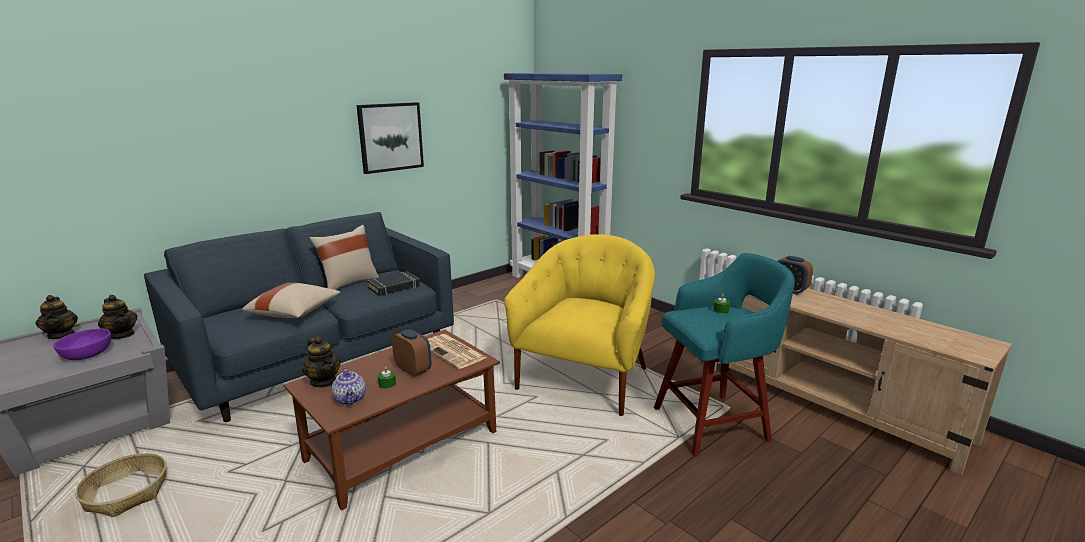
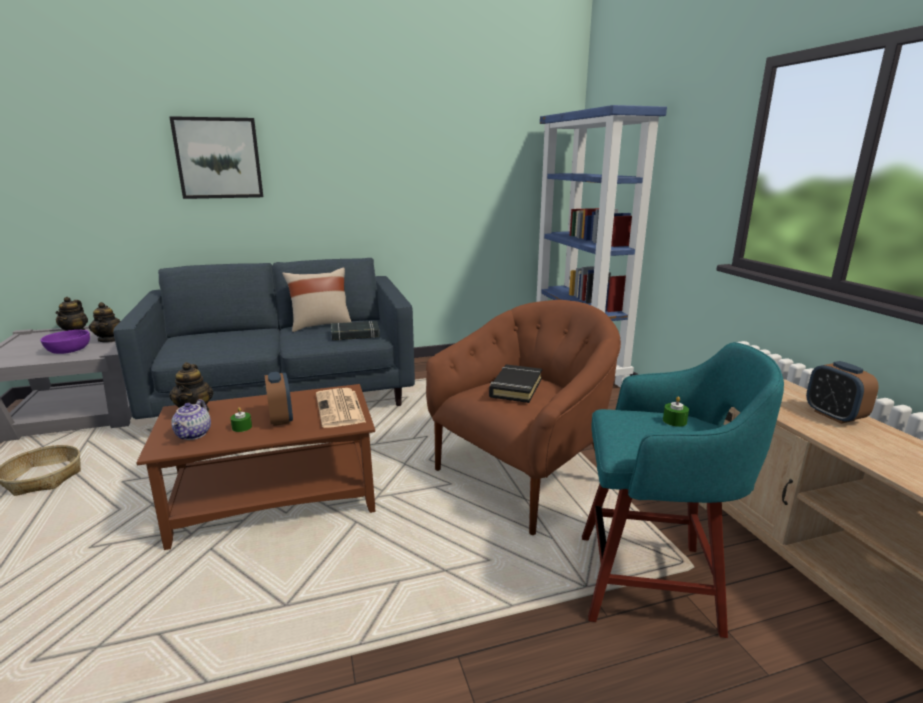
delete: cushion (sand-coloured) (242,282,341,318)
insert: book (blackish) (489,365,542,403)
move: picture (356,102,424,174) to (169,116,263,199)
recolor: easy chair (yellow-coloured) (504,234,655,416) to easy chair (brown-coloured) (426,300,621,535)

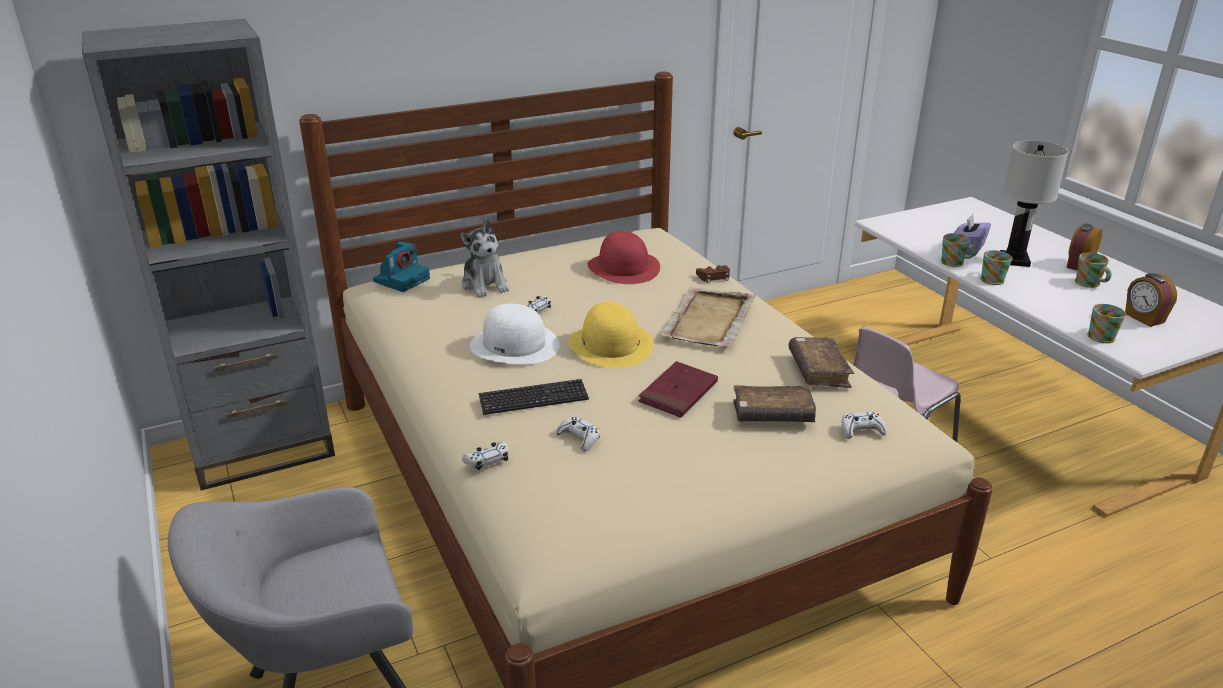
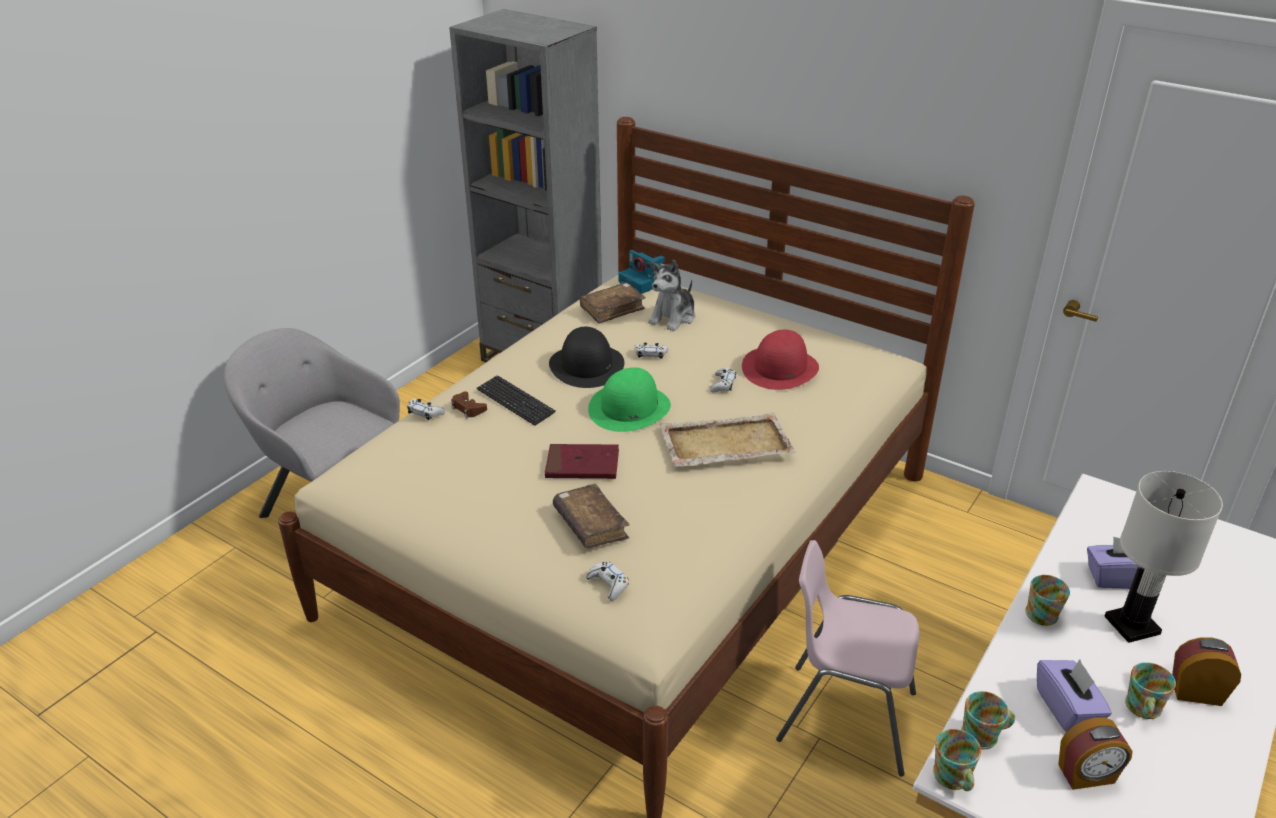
insert: tissue box (purple-coloured) (1037,659,1112,732)
move: gamepad (white-coloured) (556,417,600,451) to (710,368,736,392); gamepad (brown-coloured) (696,265,730,283) to (451,391,487,418); book (brown-coloured) (789,337,854,388) to (580,283,646,324); mug (941,233,976,267) to (933,729,981,791)
recolor: hat (white-coloured) (470,303,560,364) to hat (blackish) (549,327,624,388); hat (yellow-coloured) (568,302,653,368) to hat (greenish) (588,367,671,432)
rotate: still camera (373,241,430,292) = (618,250,665,294) 45 degrees clockwise; bedside clock (1125,273,1177,327) = (1058,718,1133,790) 135 degrees counterclockwise

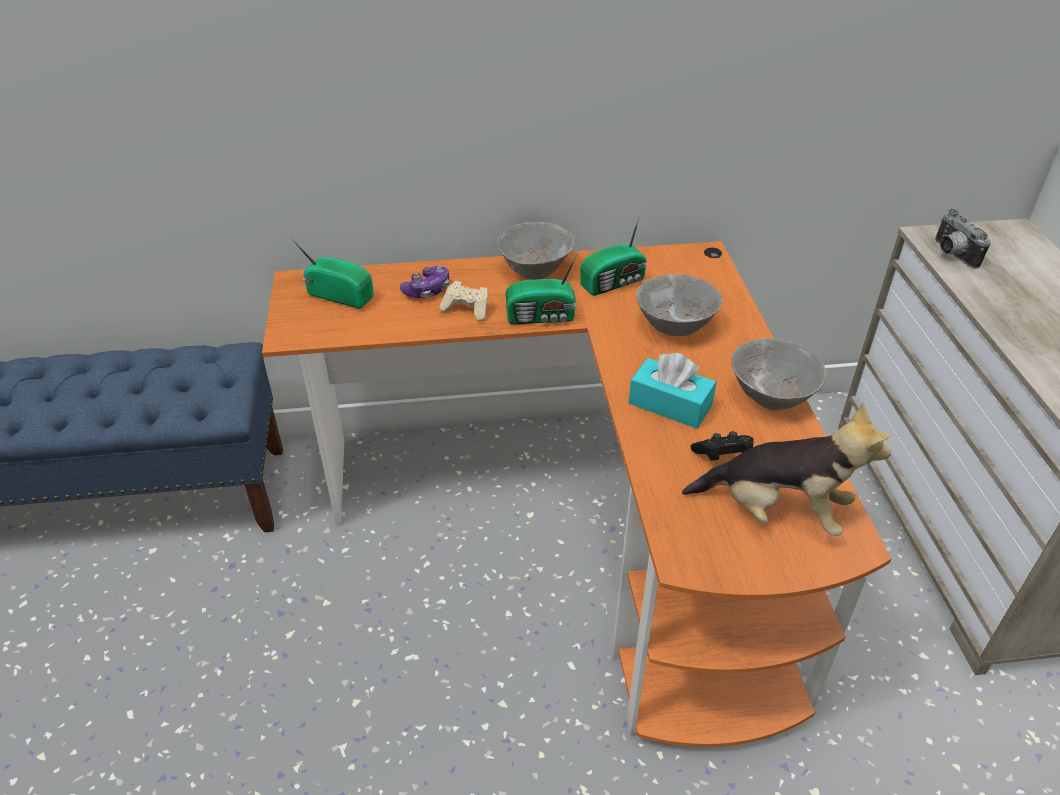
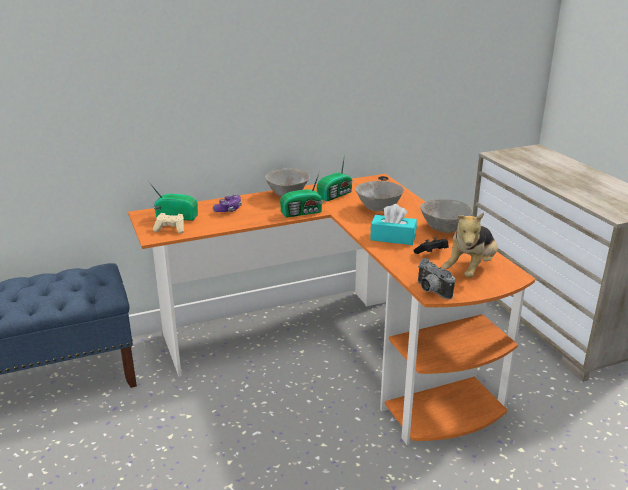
move: gamepad (sand-coloured) (439,281,489,321) to (153,213,184,234); still camera (935,209,991,268) to (418,258,455,299)
rotate: cuddly toy (682,403,891,536) = (442,213,498,278) 120 degrees clockwise

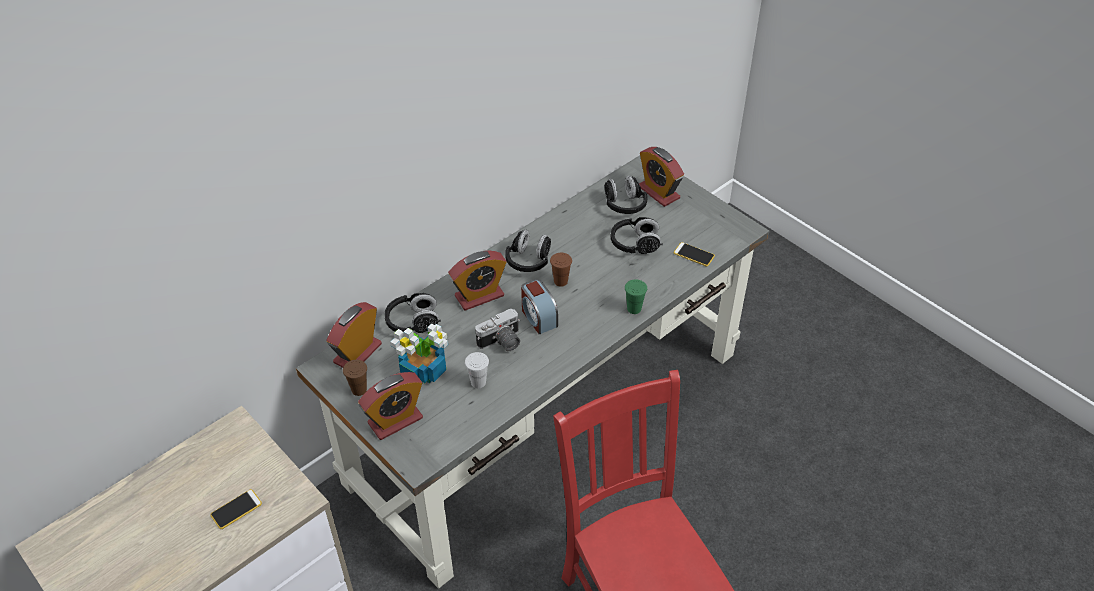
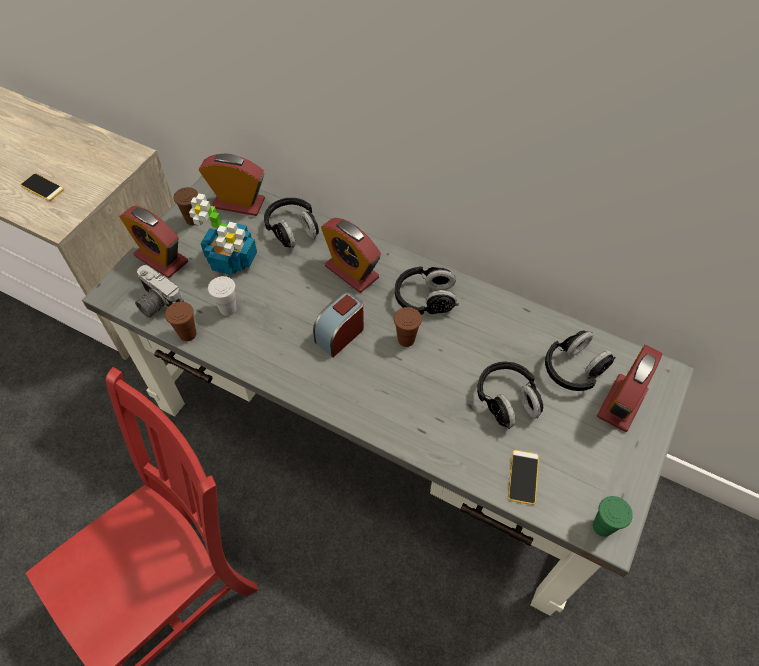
insert: small cup (brown-coloured) (165,302,197,341)
move: still camera (475,309,521,351) to (135,265,184,318); small cup (greenish) (625,280,647,314) to (593,496,633,537)

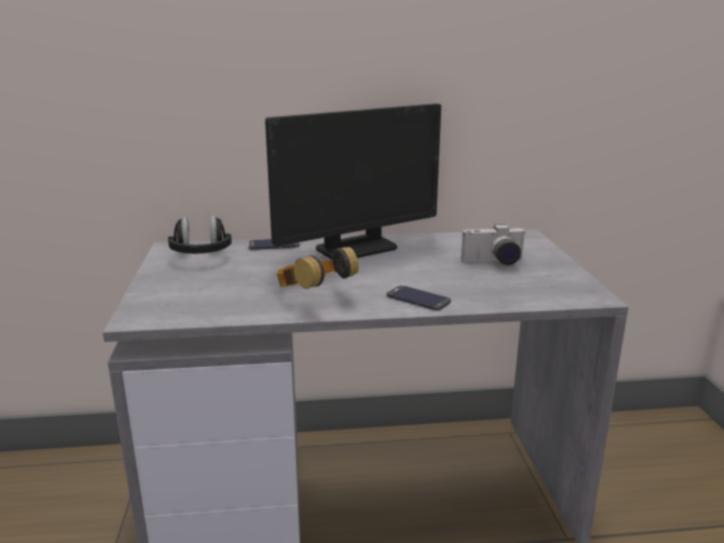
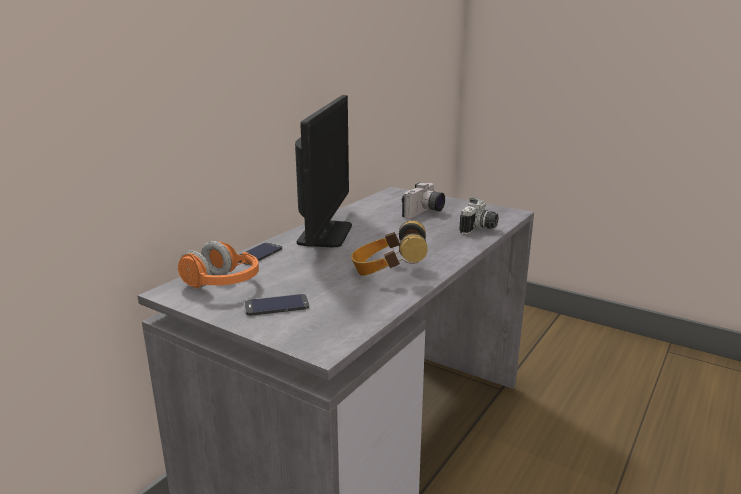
insert: still camera (459,197,499,234)
move: phone (387,285,451,310) to (245,294,309,316)
recolor: pair of headphones (blackish) (168,216,232,254) to pair of headphones (orange-coloured) (178,241,259,289)

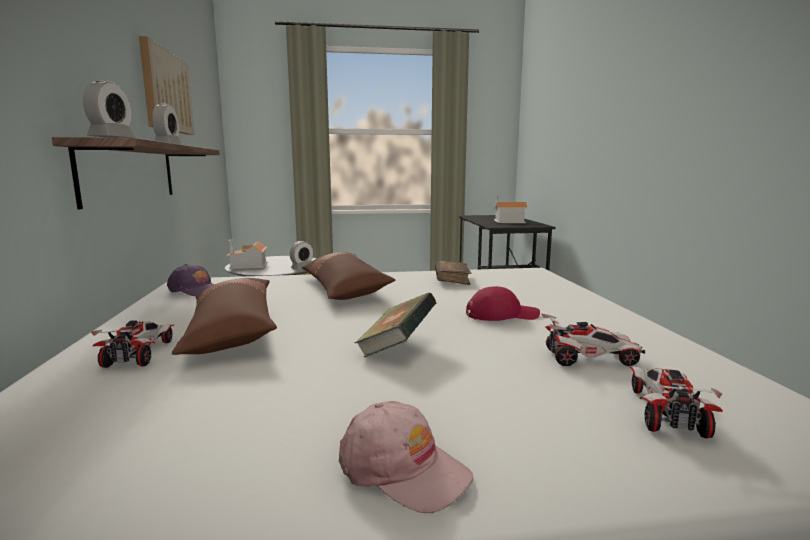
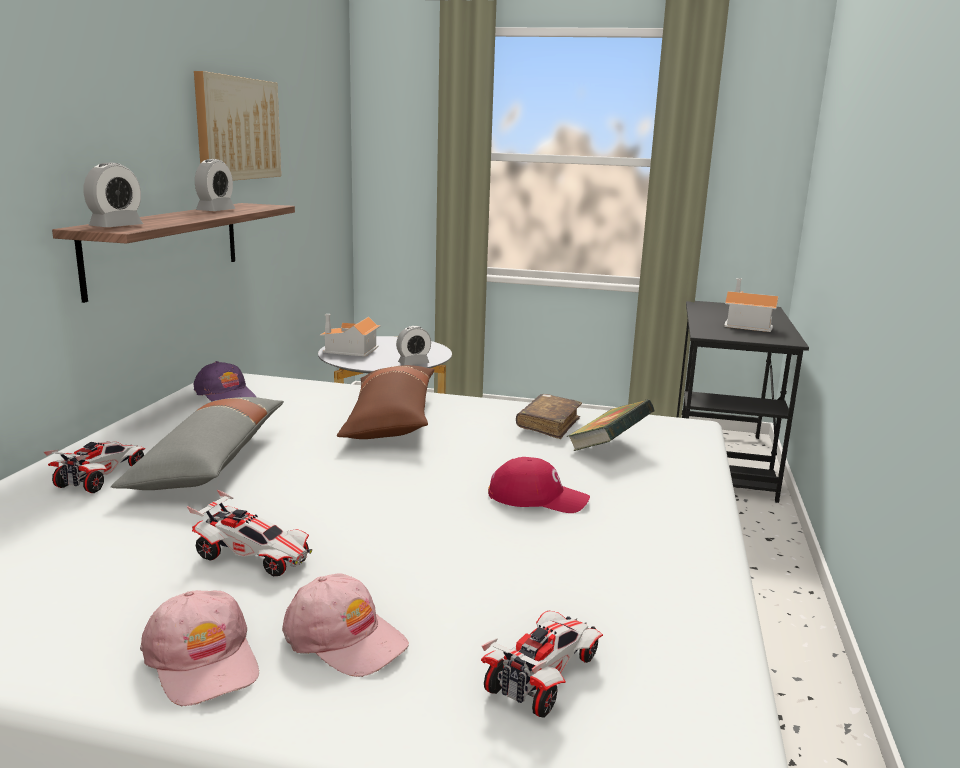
insert: baseball cap (pink-coloured) (282,573,409,677)
move: book (355,293,437,357) to (567,399,655,451); model car (541,313,645,366) to (187,490,312,576)
recolor: cushion (brown-coloured) (172,278,277,355) to cushion (grey) (111,397,283,490)

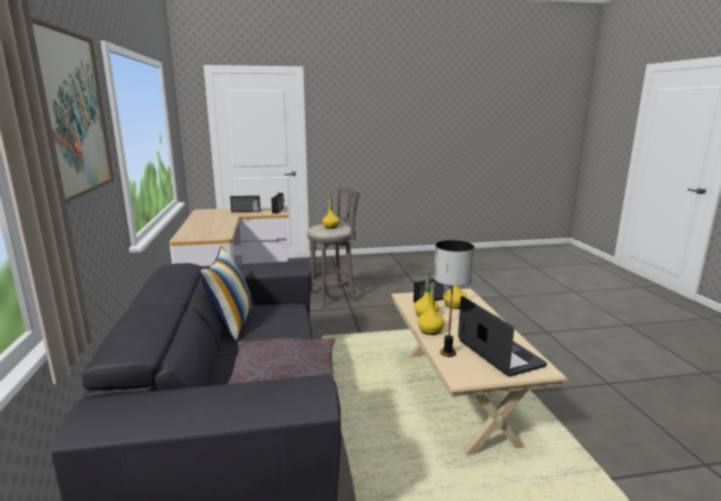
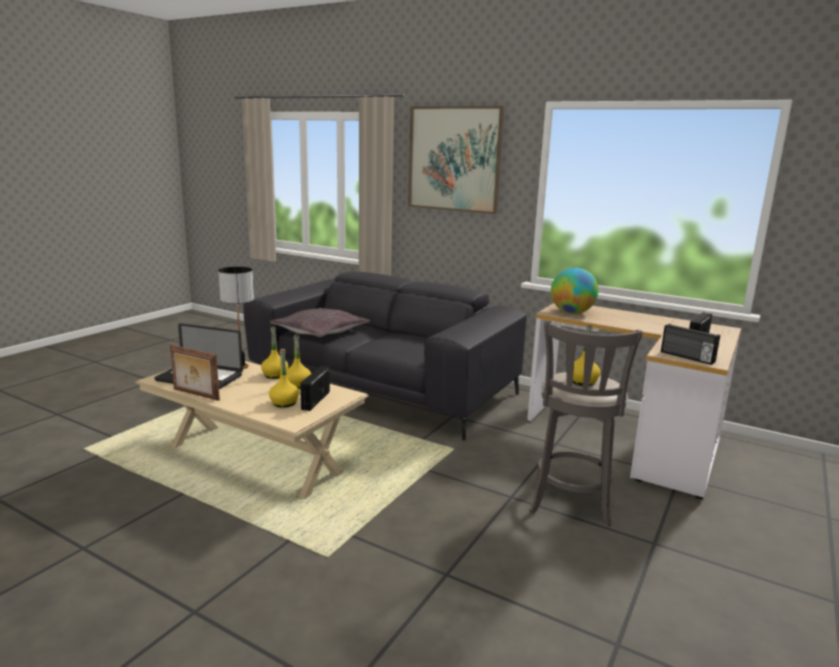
delete: cushion (200,246,251,341)
insert: picture frame (170,345,220,401); globe (551,267,599,314)

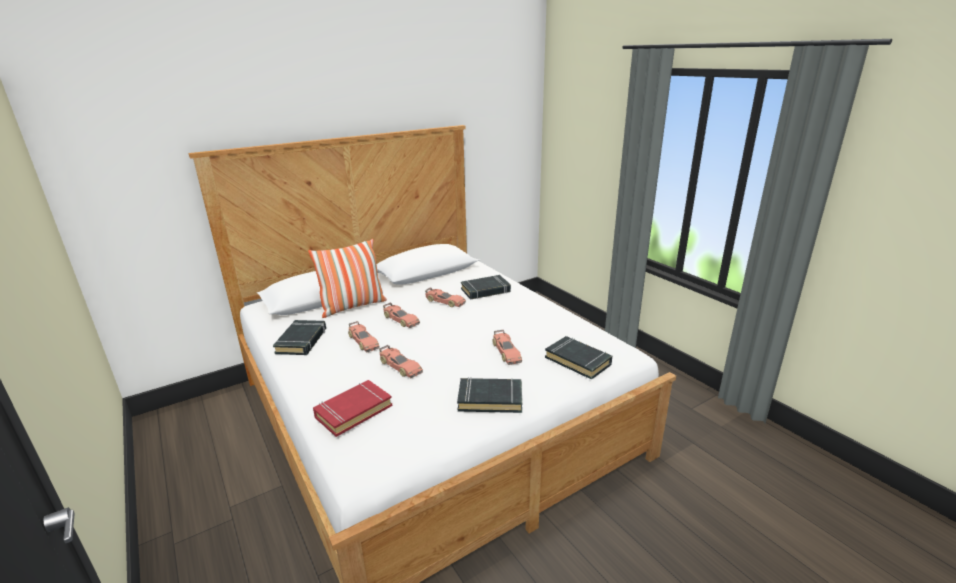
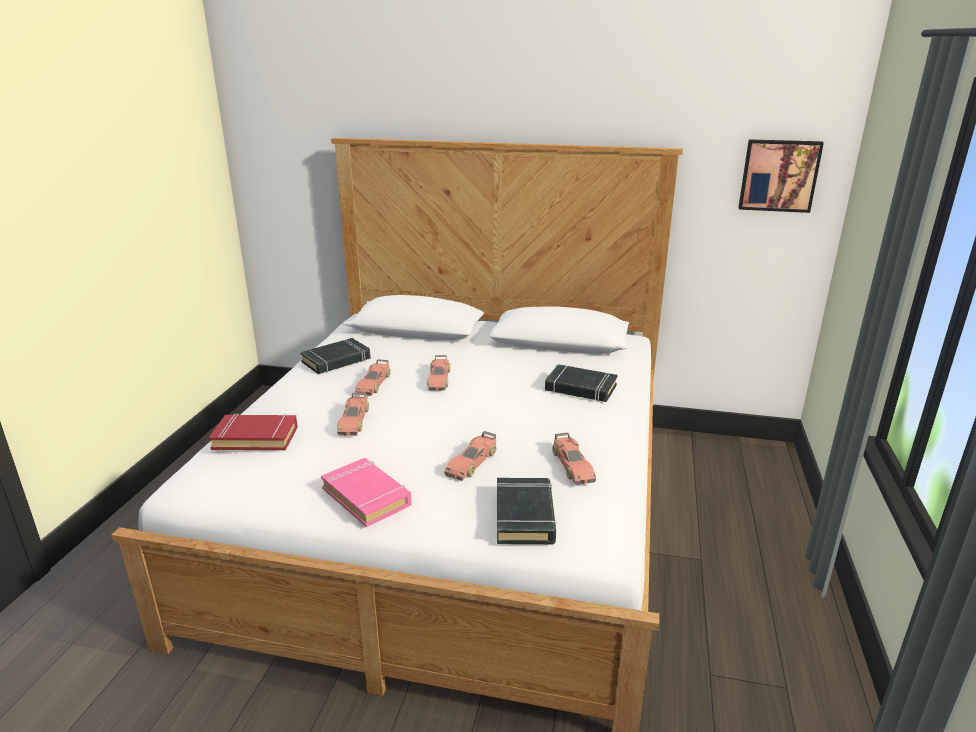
delete: cushion (308,239,387,318)
insert: picture (738,139,824,213)
move: model car (425,287,466,307) to (552,432,596,485)
recolor: book (blackish) (457,377,522,413) to book (pink-coloured) (321,458,412,527)

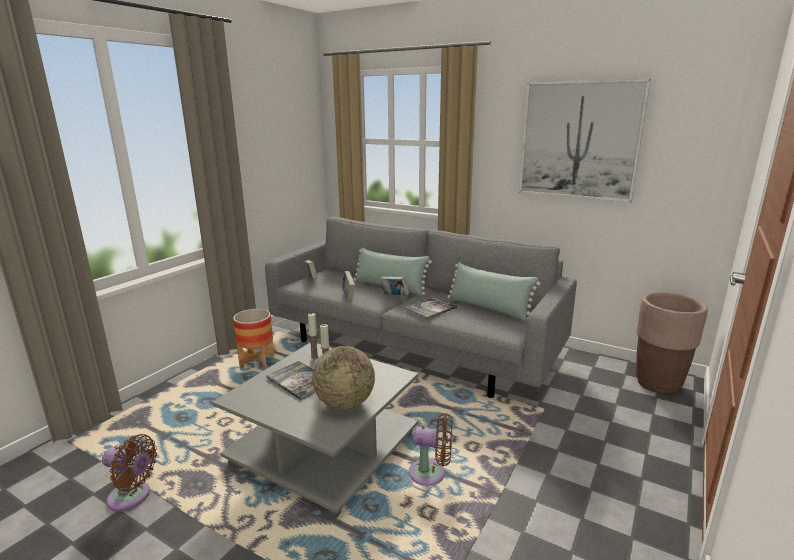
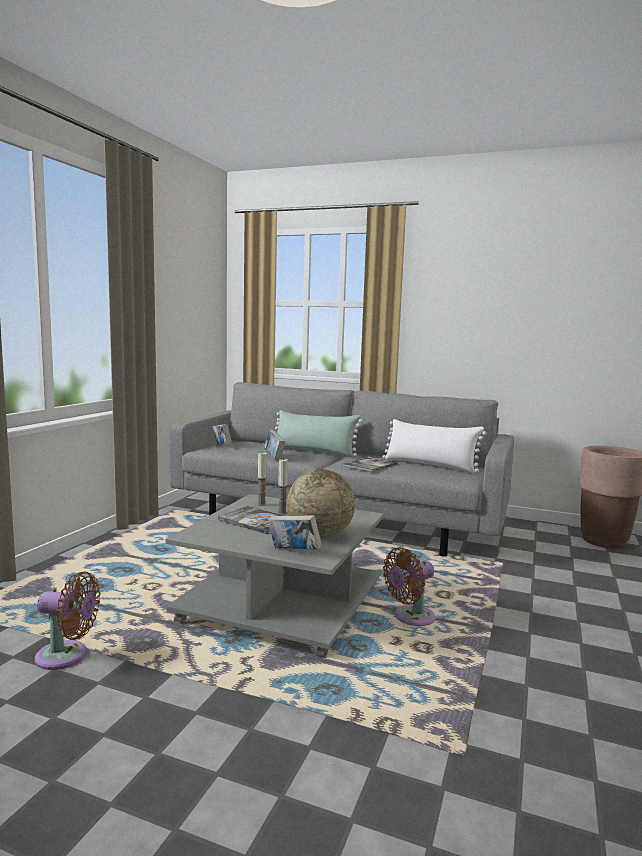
delete: planter (233,309,274,369); picture (519,79,651,202)
move: book (380,276,409,296) to (268,515,322,550)
recolor: cushion (greenish) (447,262,540,322) to cushion (white-coloured) (382,419,487,473)
rotate: cooling fan (brown-coloured) (409,413,453,486) = (383,547,436,626) 150 degrees clockwise

